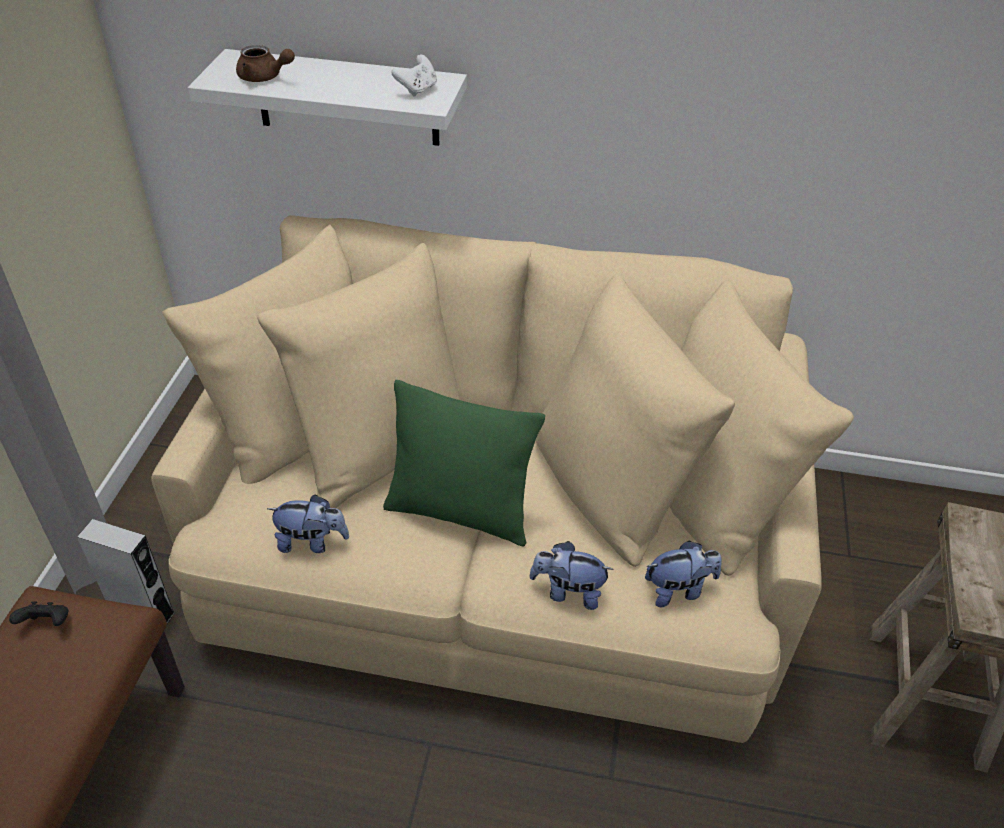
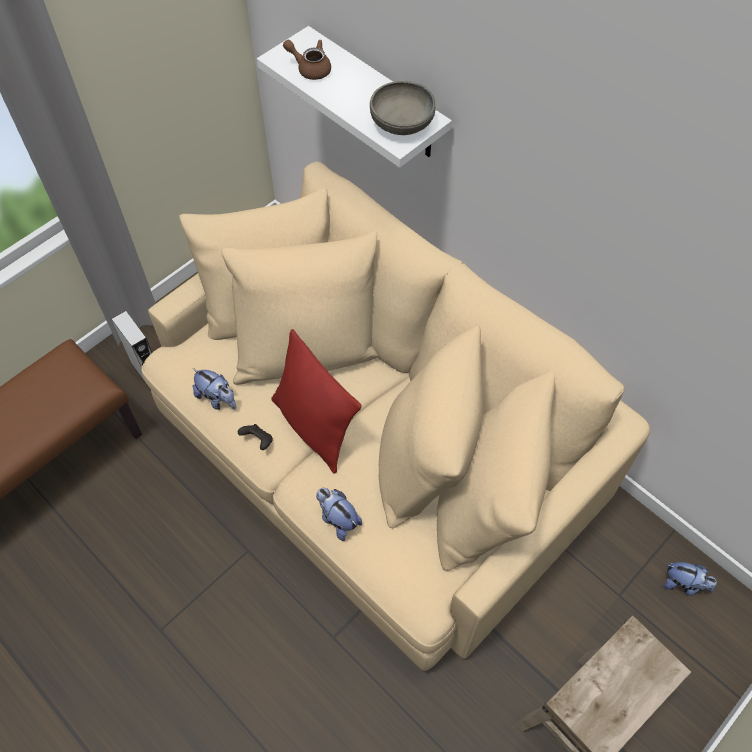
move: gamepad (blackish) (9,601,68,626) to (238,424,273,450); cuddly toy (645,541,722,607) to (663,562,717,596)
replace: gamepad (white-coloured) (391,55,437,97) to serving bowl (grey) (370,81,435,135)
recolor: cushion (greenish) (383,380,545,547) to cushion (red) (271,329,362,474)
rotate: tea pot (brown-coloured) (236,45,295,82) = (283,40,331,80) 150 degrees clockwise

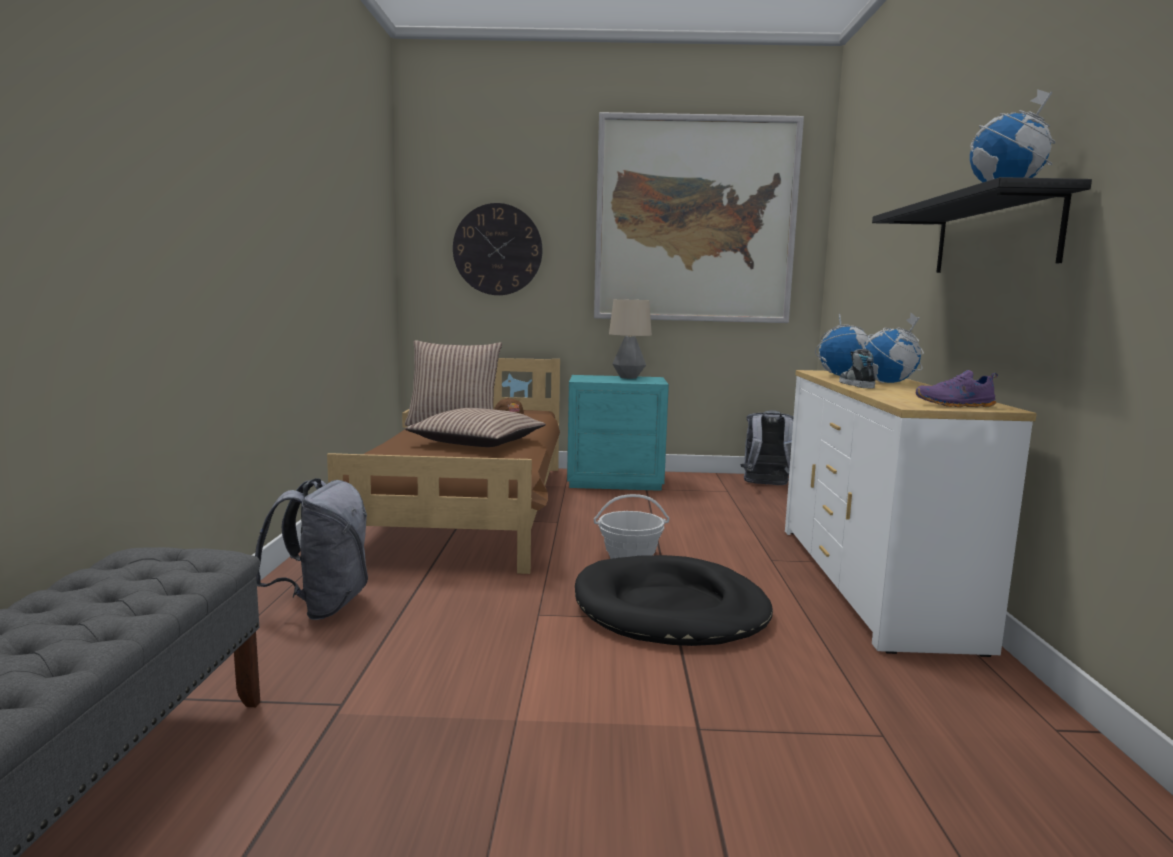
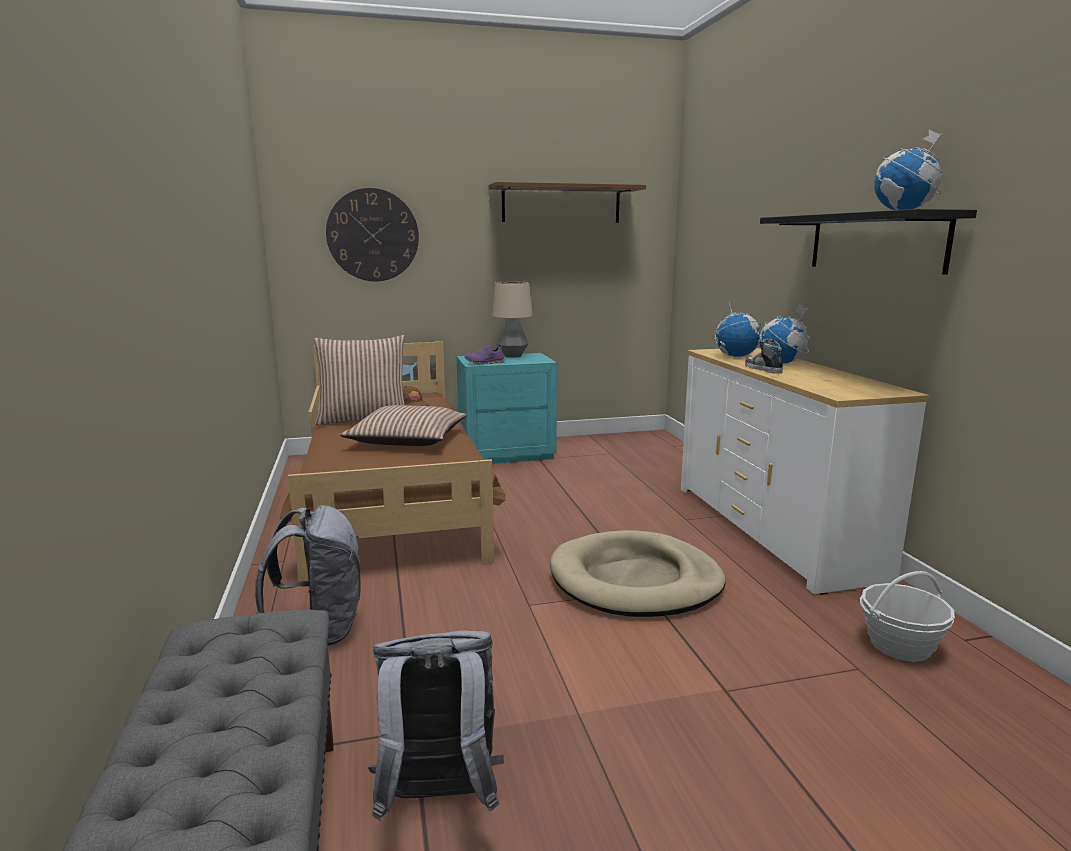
move: basket (594,494,669,559) to (860,571,955,662); rucksack (grey) (740,410,794,485) to (367,630,504,821); item of footwear (purple-coloured) (916,370,998,407) to (465,344,505,364)
replace: picture (594,112,804,323) to wall shelf (brown-coloured) (488,182,646,223)
recolor: dog cushion (blackish) (575,555,773,646) to dog cushion (sand-coloured) (550,530,726,617)

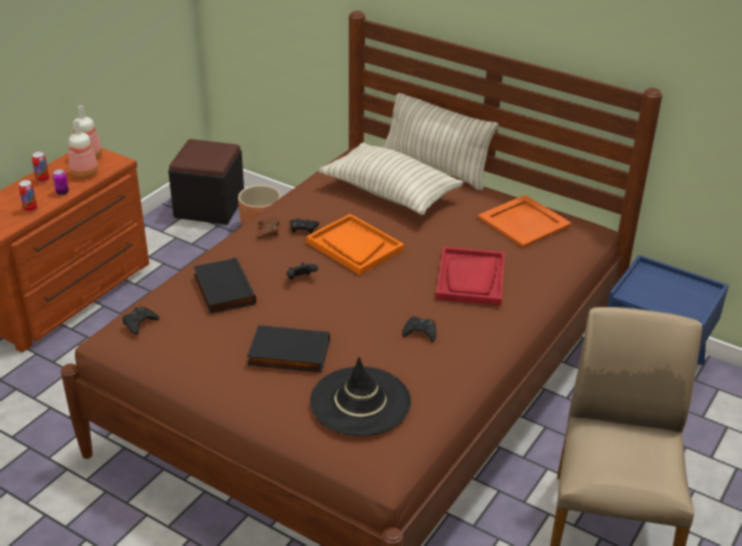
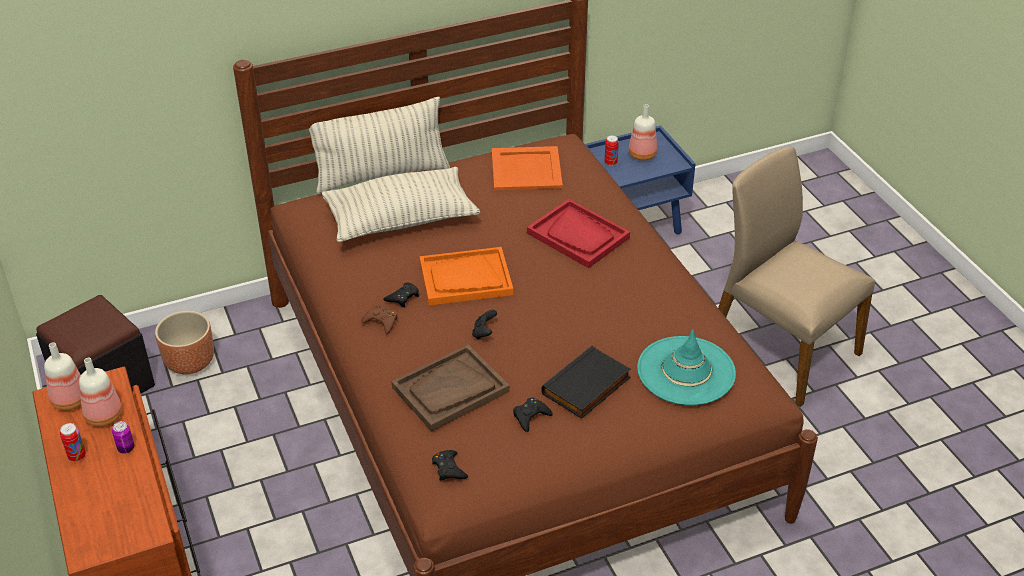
insert: drink bottle (628,104,657,161)
move: metal can (19,180,37,212) to (604,135,619,166); gamepad (blackish) (402,316,436,342) to (513,397,553,432)
replace: book (blackish) (193,257,256,313) to carrying tray (brown-coloured) (392,344,510,431)
recolor: hat (blackish) (310,357,411,436) to hat (turquoise) (637,330,736,405)

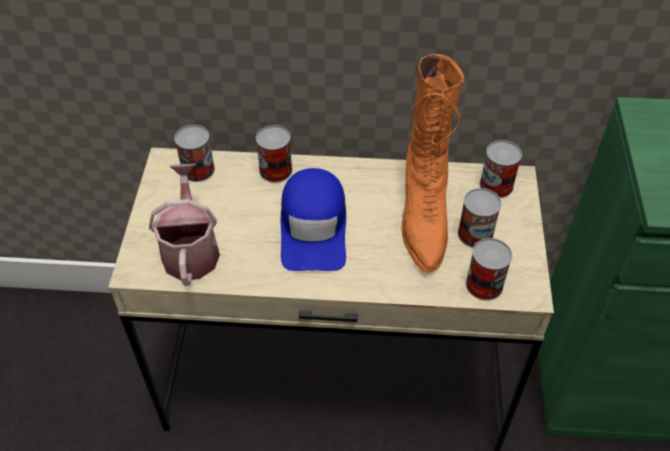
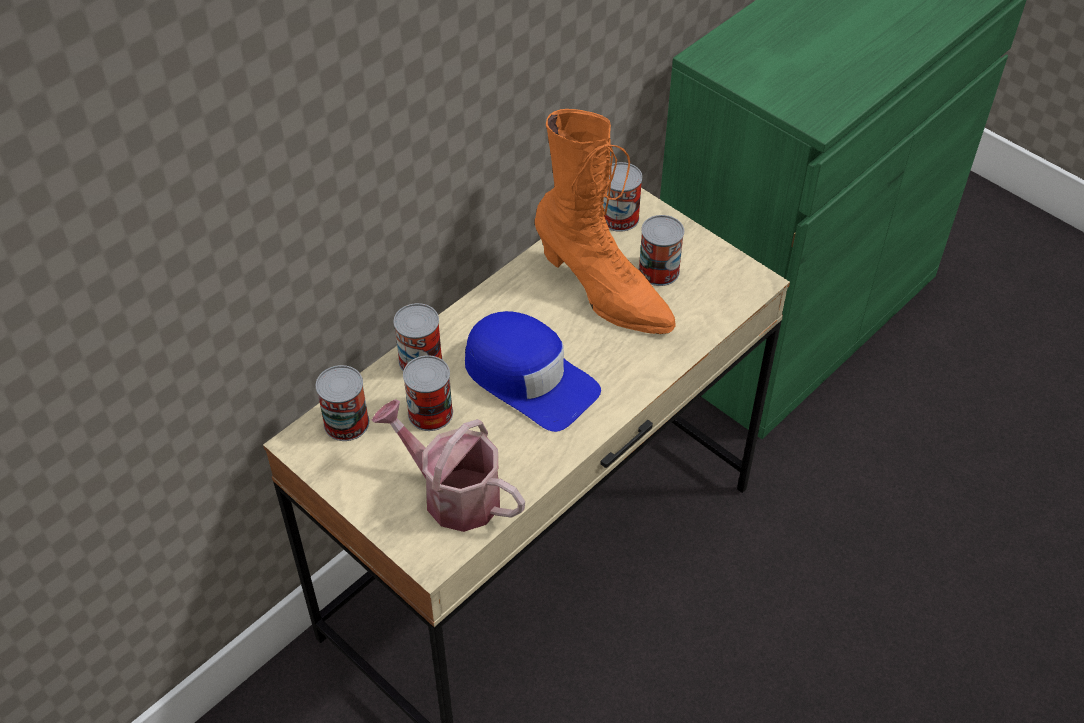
move: metal can (466,238,512,300) to (403,355,453,431)

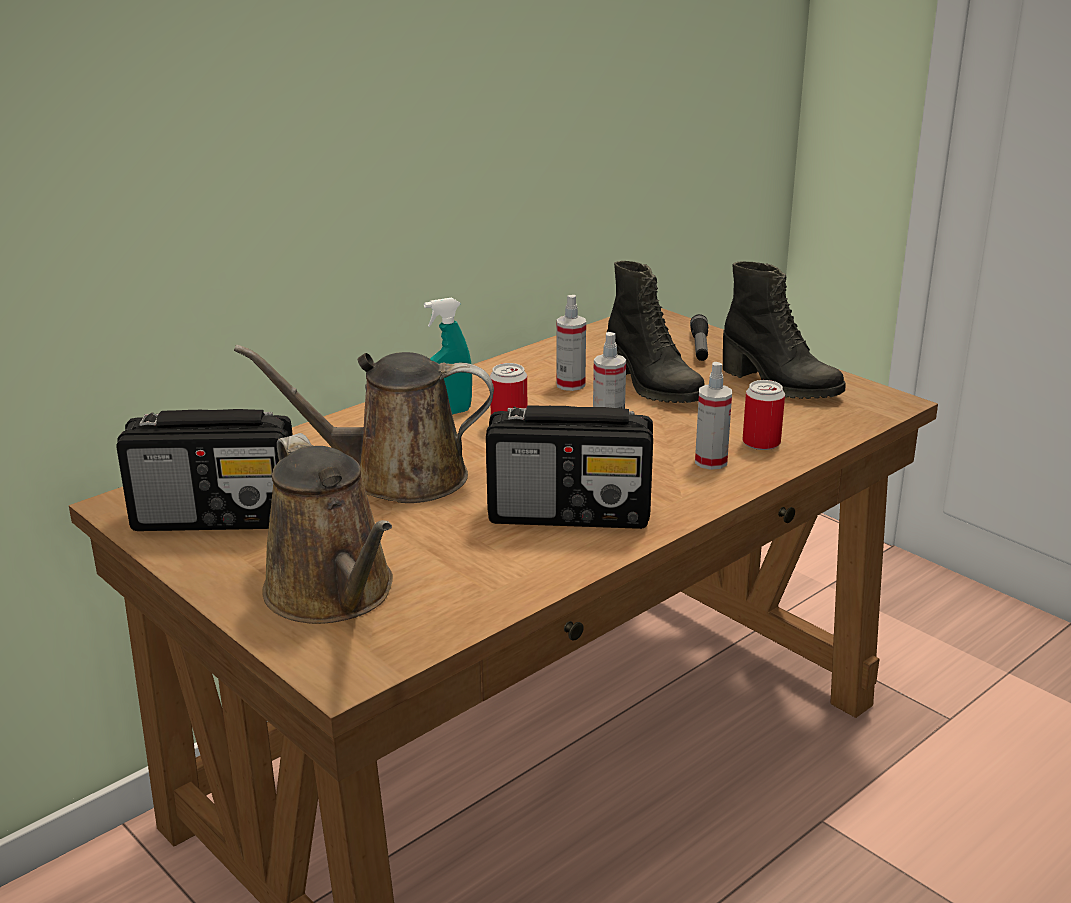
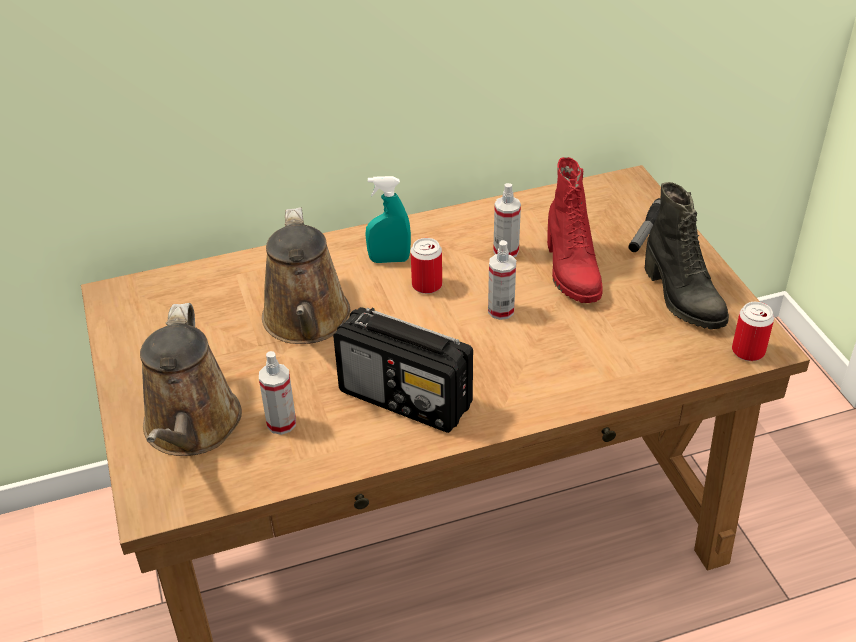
delete: radio set (116,409,293,531)
move: spray bottle (695,362,732,470) to (259,351,296,435); metal can (743,380,785,450) to (732,302,774,361)
recolor: high-top boot (blackish) (607,261,705,403) to high-top boot (red) (547,157,603,303)
rotate: watering can (brown-coloured) (234,345,494,503) = (262,207,350,344) 120 degrees counterclockwise

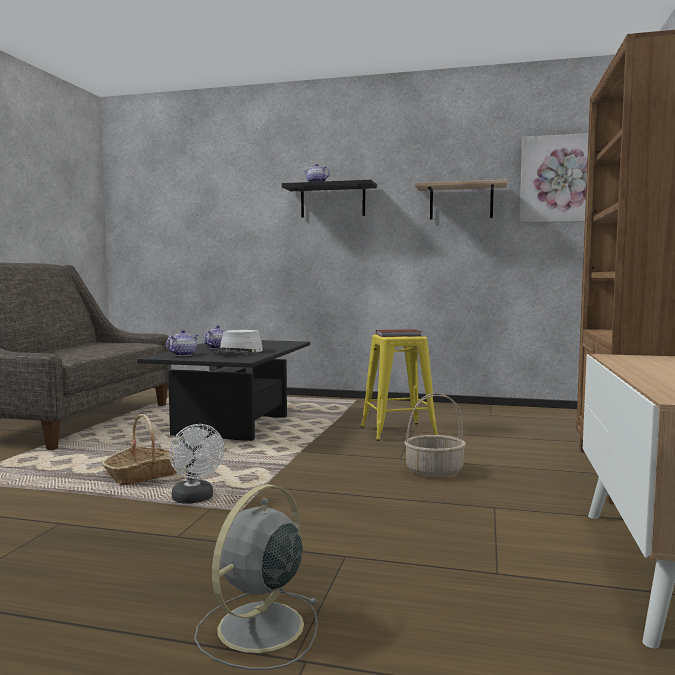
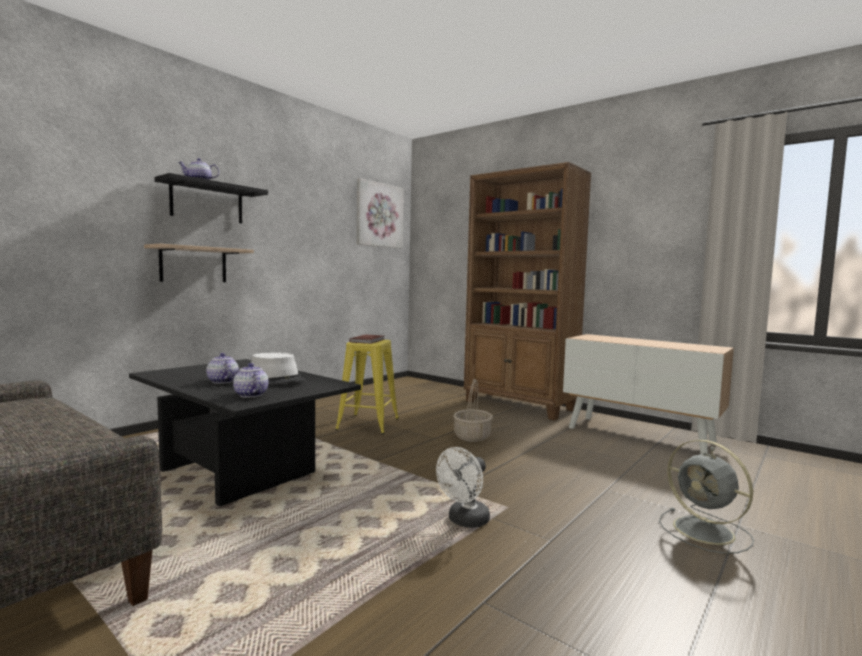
delete: basket (102,414,177,485)
move: wall shelf (415,180,507,220) to (144,244,254,282)
rotate: cooling fan (white-coloured) (169,424,224,504) = (436,447,490,528) 135 degrees clockwise

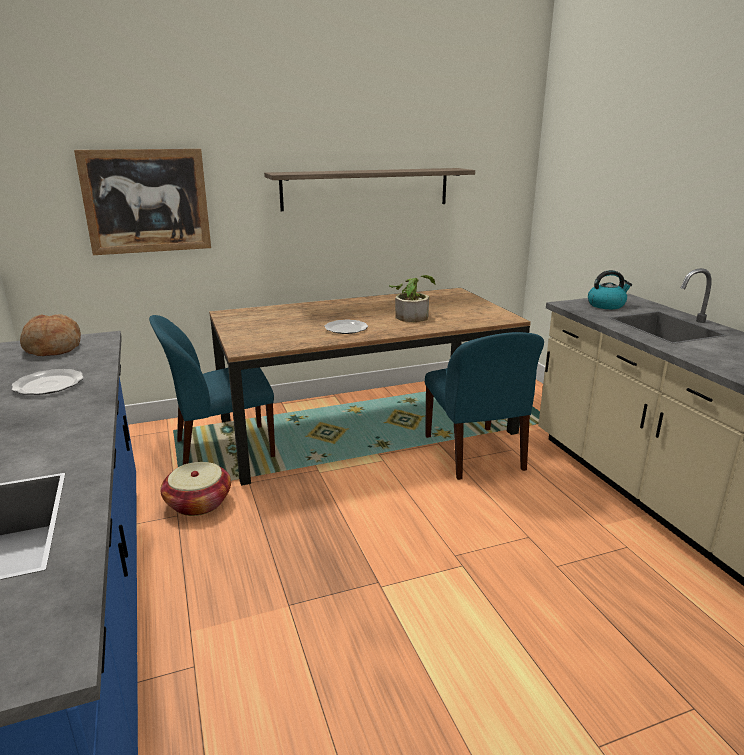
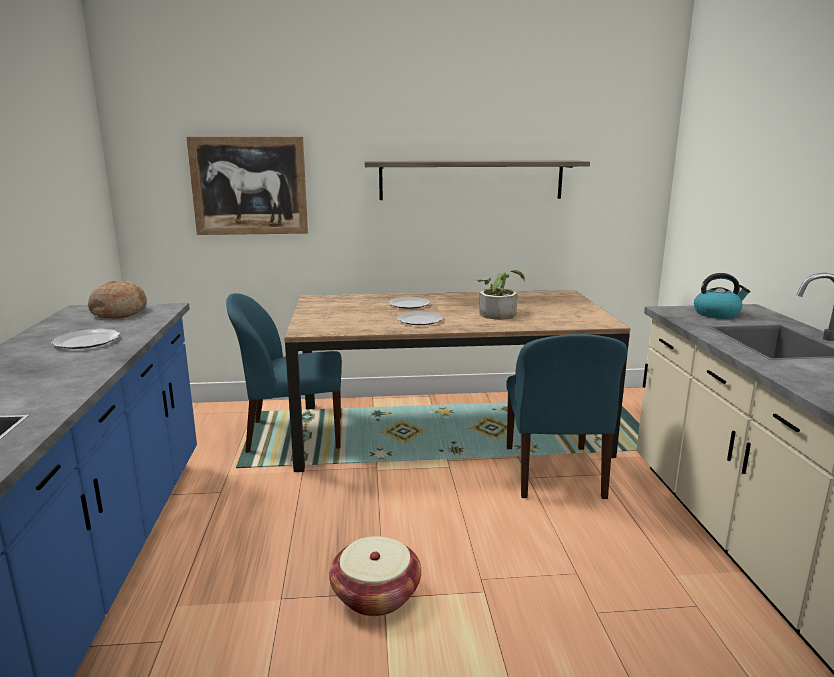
insert: plate (388,297,431,309)
move: basket (160,462,231,516) to (329,536,421,616)

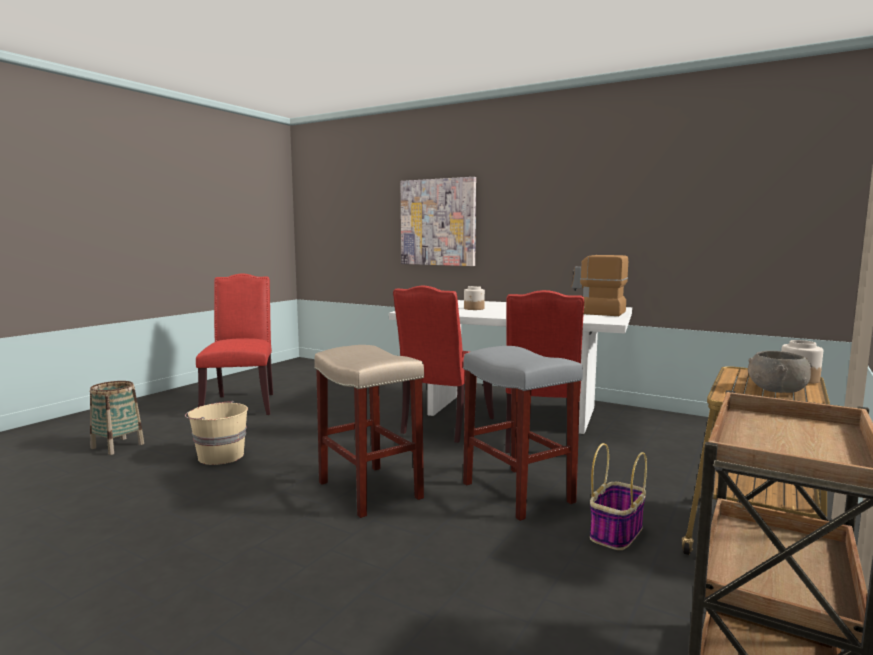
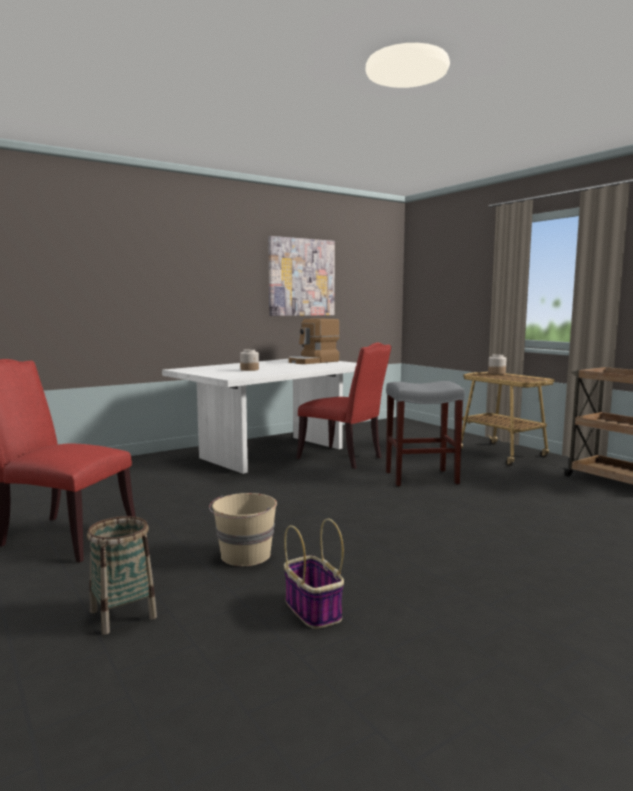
delete: stool (sand-coloured) (314,345,424,518); plain chair (red) (393,286,494,443); serving bowl (grey) (748,351,812,393)
move: picture (401,177,476,266) to (268,236,335,316); basket (590,443,647,550) to (284,518,344,629)

